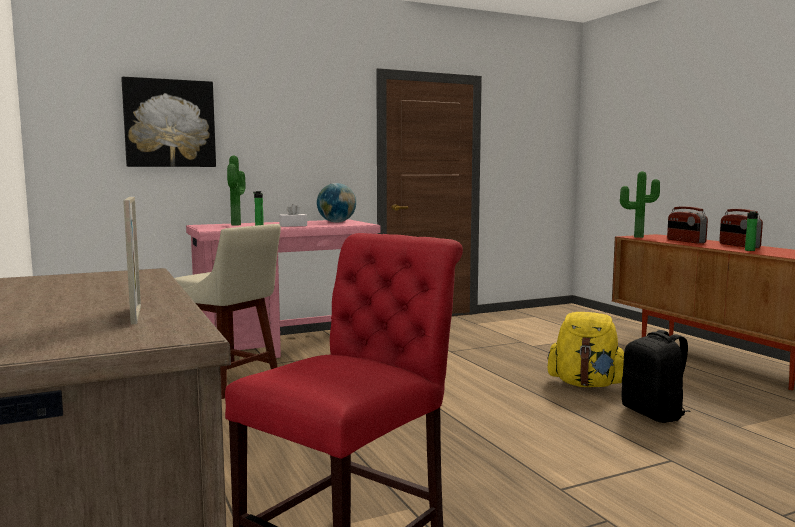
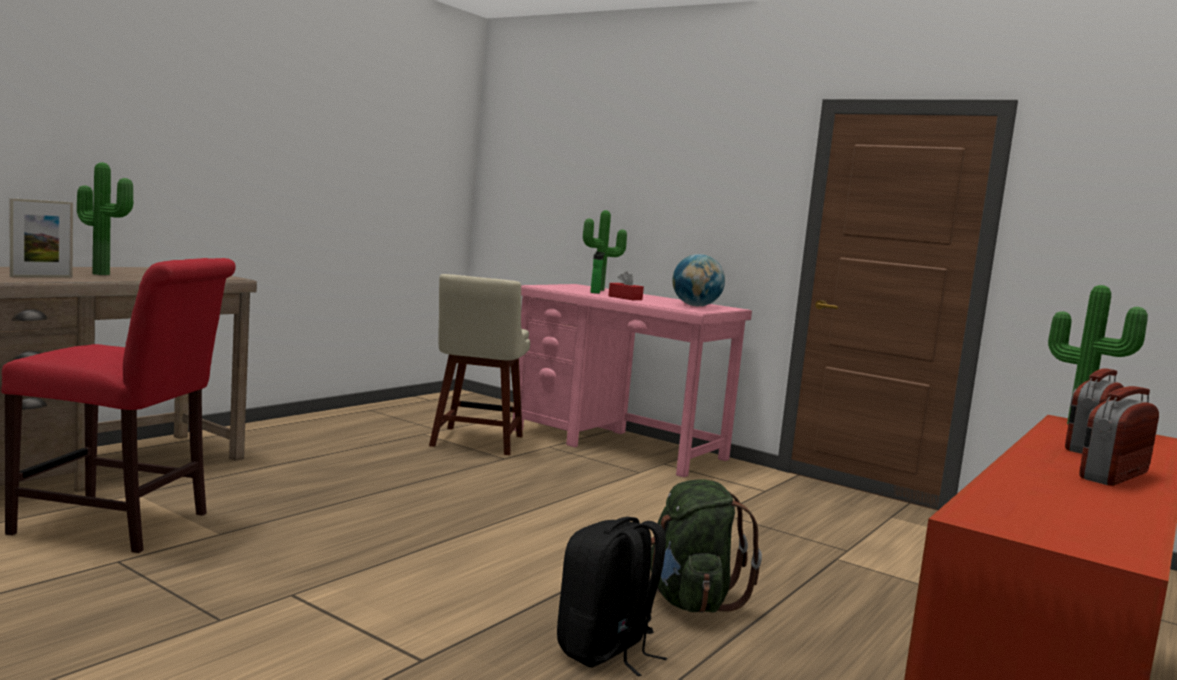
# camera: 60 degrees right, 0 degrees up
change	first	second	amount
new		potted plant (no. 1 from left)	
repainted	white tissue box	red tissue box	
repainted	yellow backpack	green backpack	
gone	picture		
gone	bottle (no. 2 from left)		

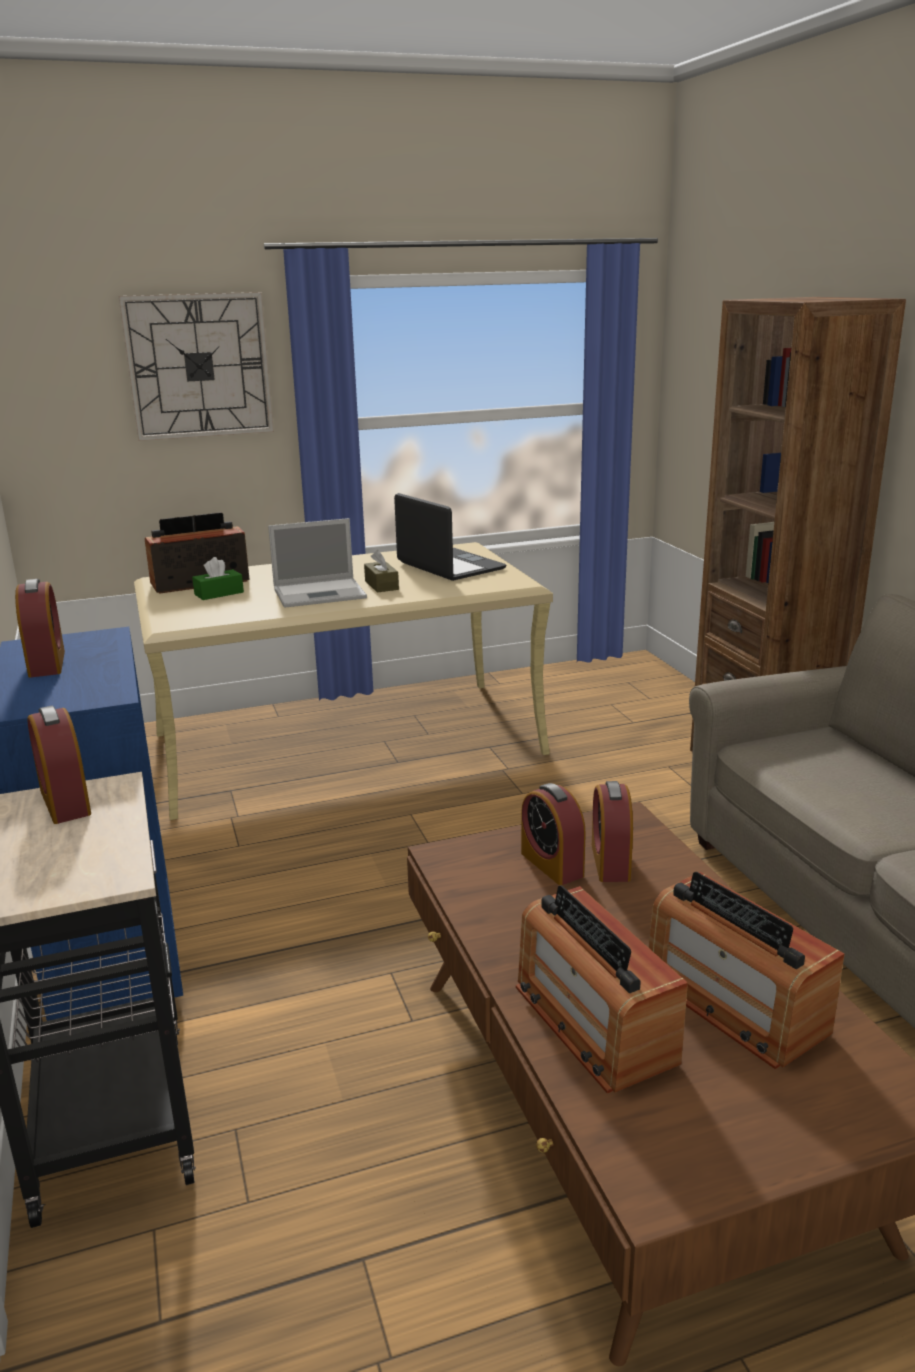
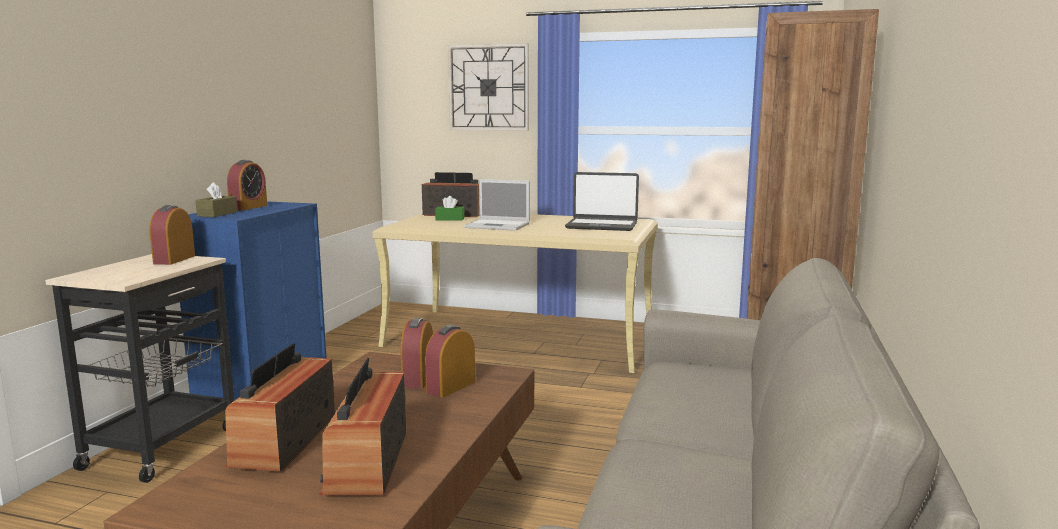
# camera: 35 degrees right, 10 degrees down
change	first	second	amount
shifted	brown tissue box		
rotated	laptop (no. 2 from left)		105 degrees clockwise

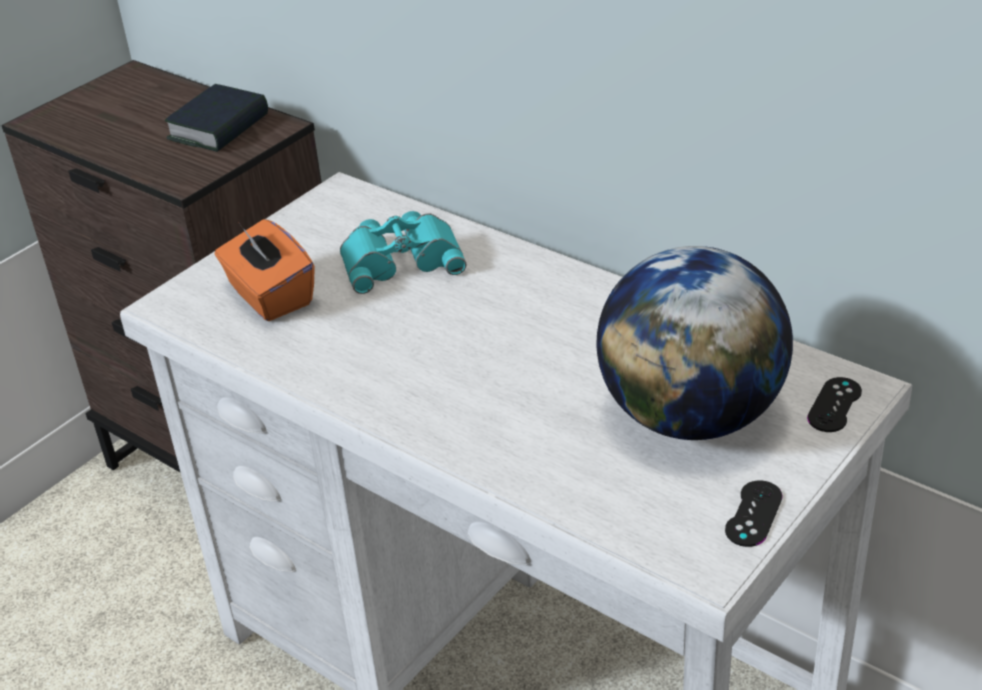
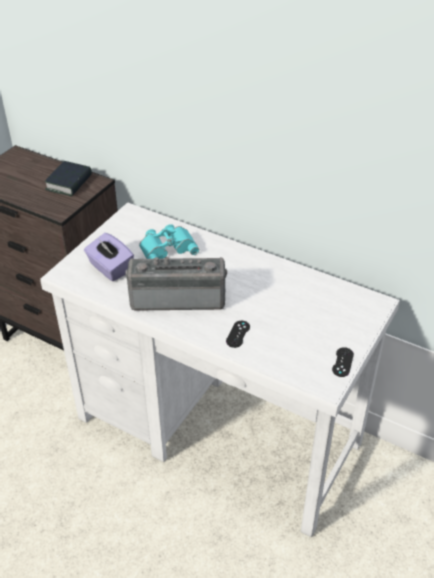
# camera: 10 degrees left, 5 degrees up
change	first	second	amount
repainted	orange tissue box	purple tissue box	
new		radio	
shifted	black game controller (no. 2 from left in the first image)	black game controller (no. 1 from left)	
gone	globe		

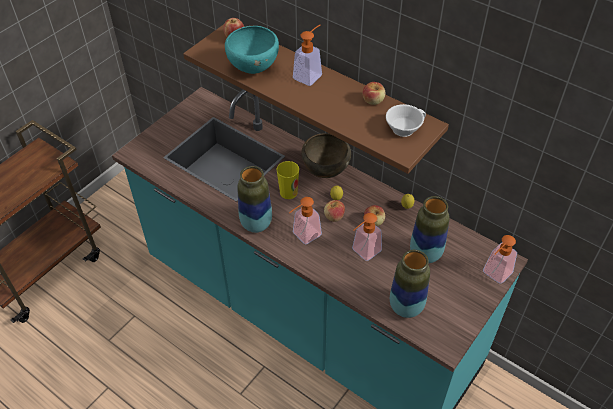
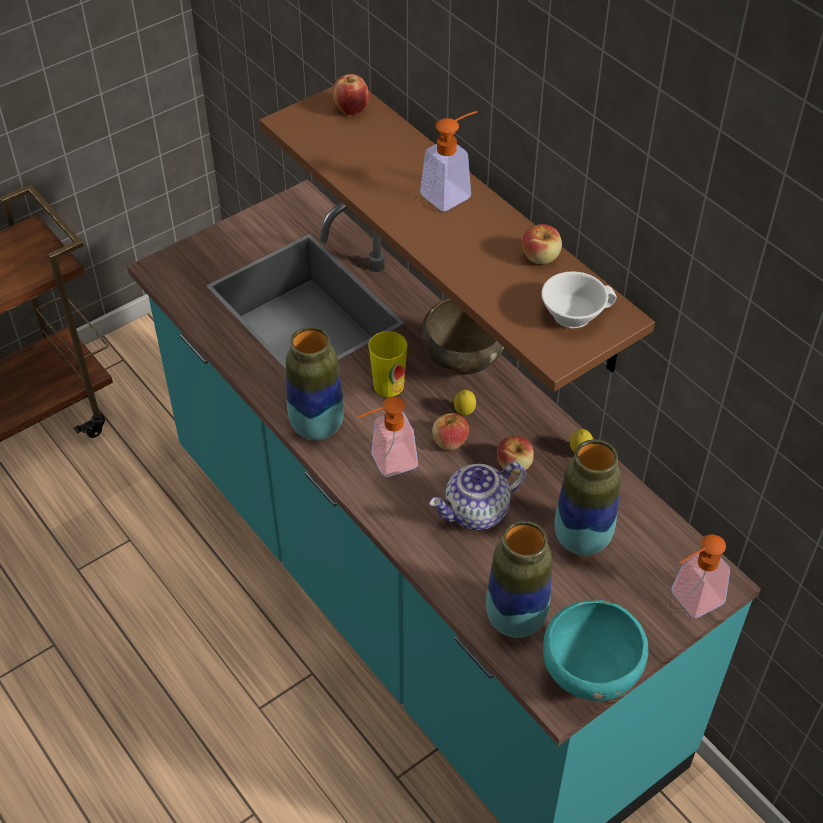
# camera: 15 degrees right, 0 degrees up
change	first	second	amount
swapped	soap dispenser (no. 3 from left)	teapot	
shifted	turquoise bowl		

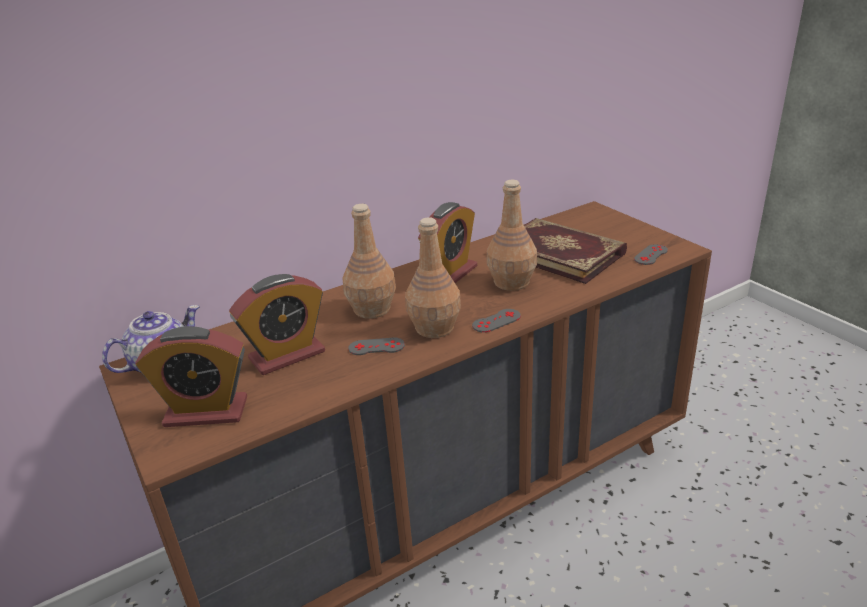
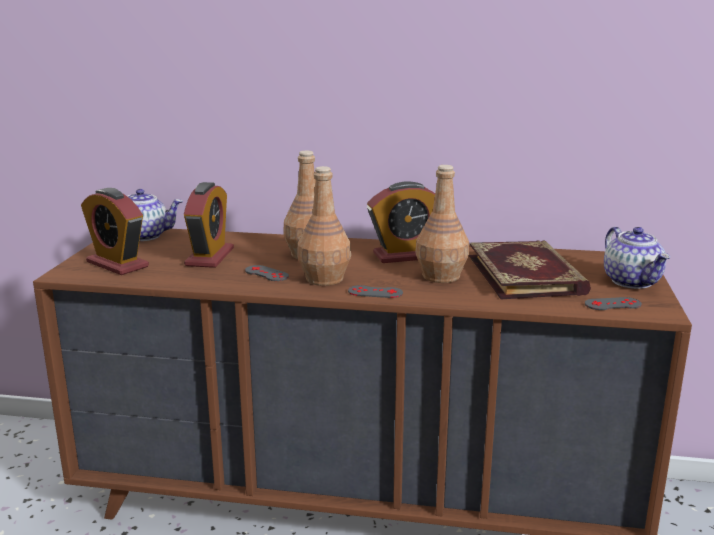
# camera: 40 degrees right, 10 degrees down
change	first	second	amount
rotated	alarm clock (no. 2 from left)		90 degrees counterclockwise
new		teapot (no. 2 from left)	

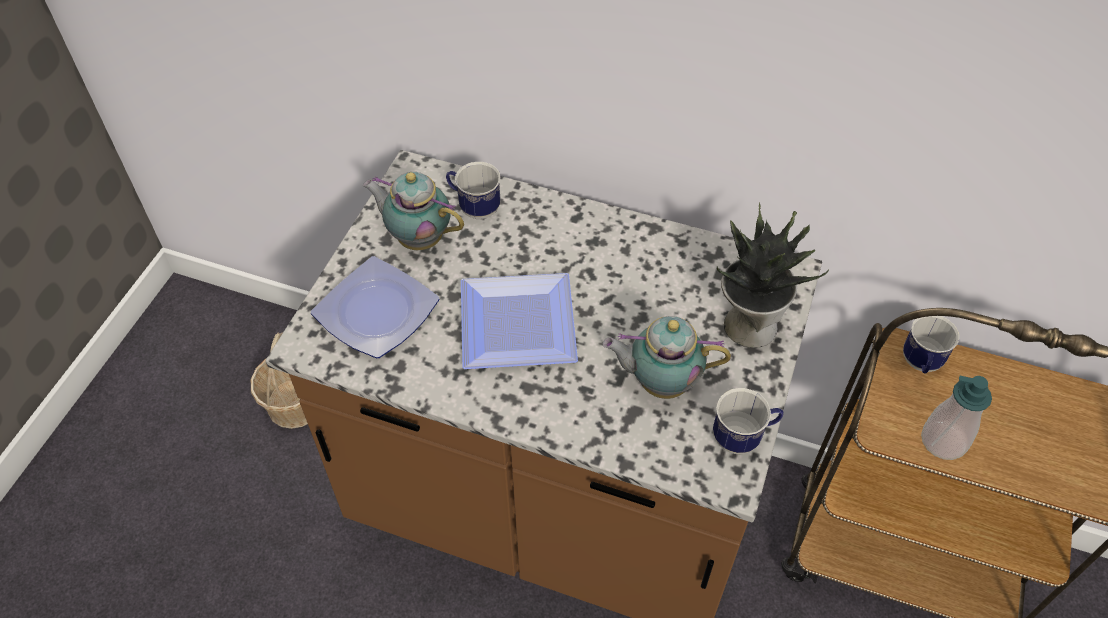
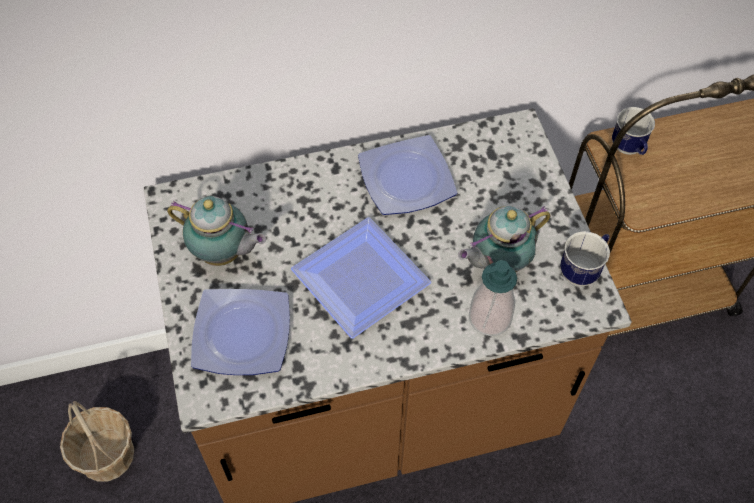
# camera: 35 degrees left, 5 degrees up
change	first	second	amount
rotated	teapot (no. 1 from left)		150 degrees counterclockwise
new		plate (no. 3 from left)	
shifted	soap dispenser		
gone	mug (no. 1 from left)		
gone	potted plant		

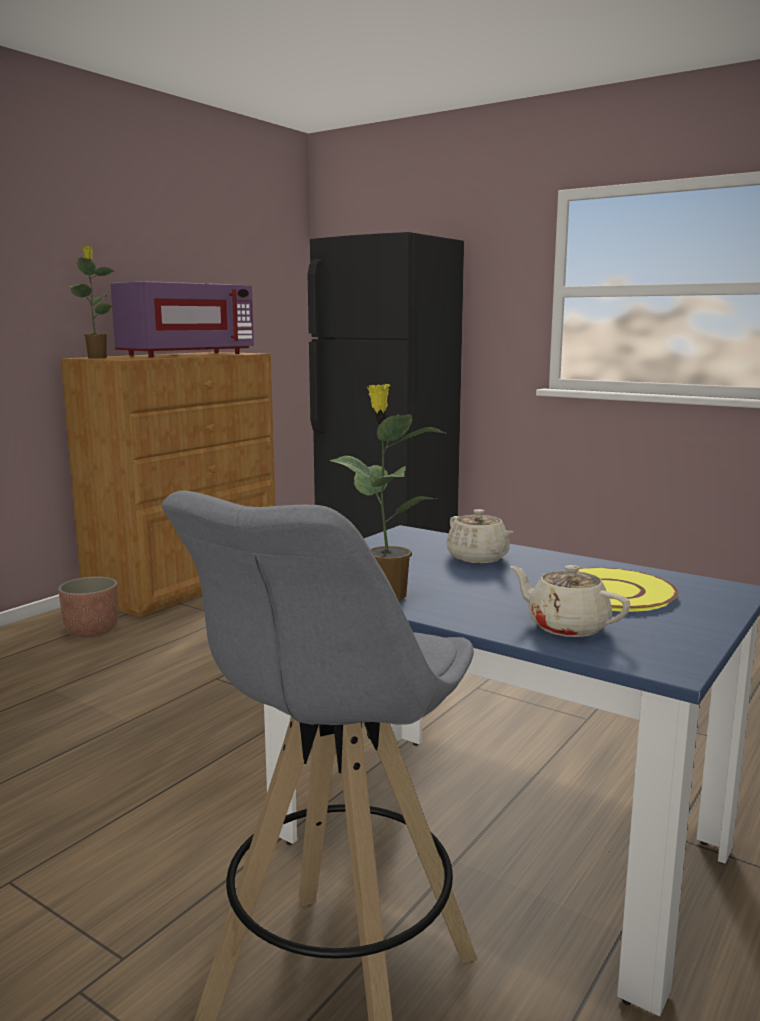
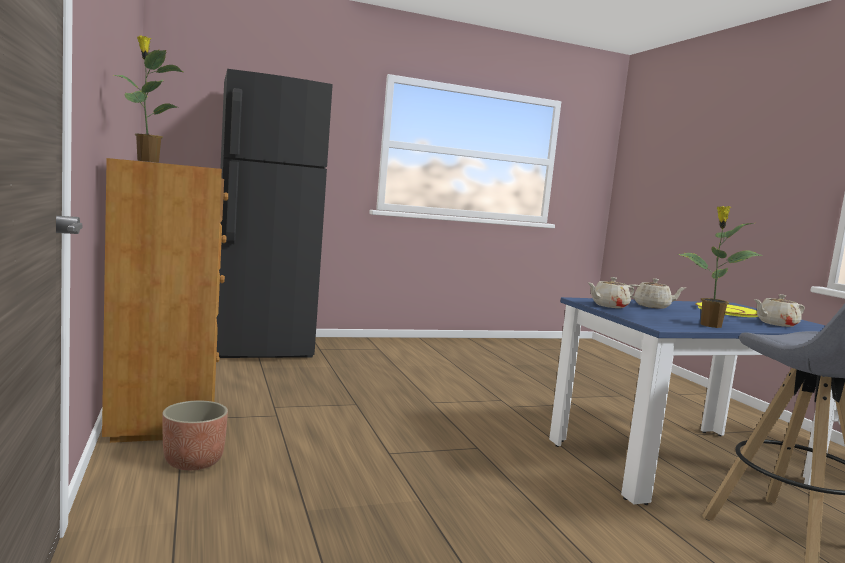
# camera: 55 degrees left, 5 degrees down
change	first	second	amount
new		beige teapot (no. 1 from left)	
gone	purple microwave		

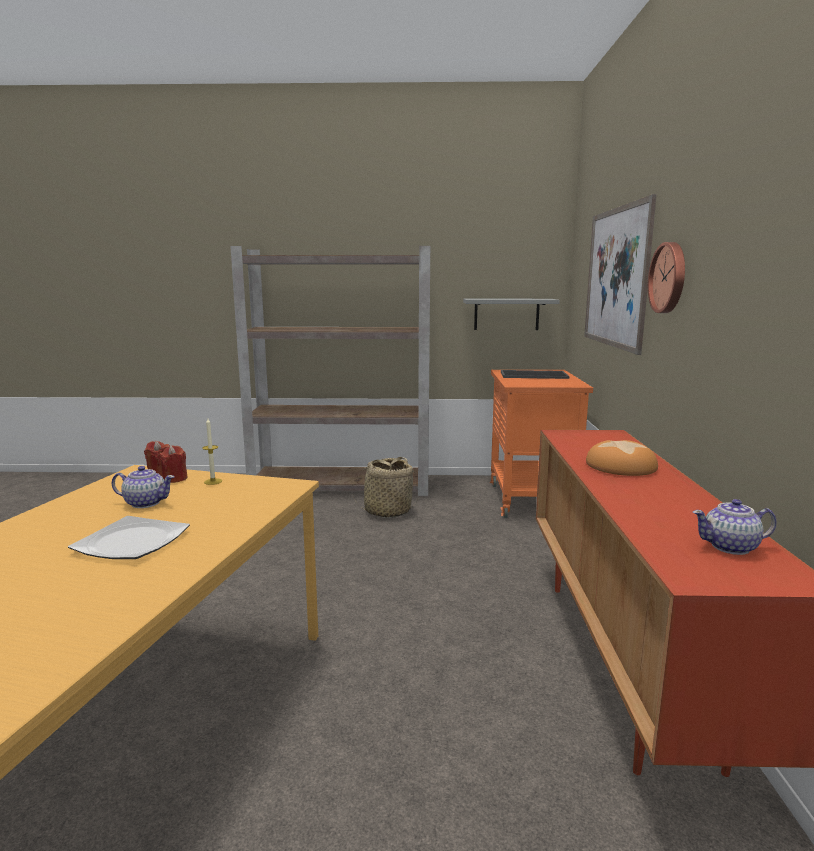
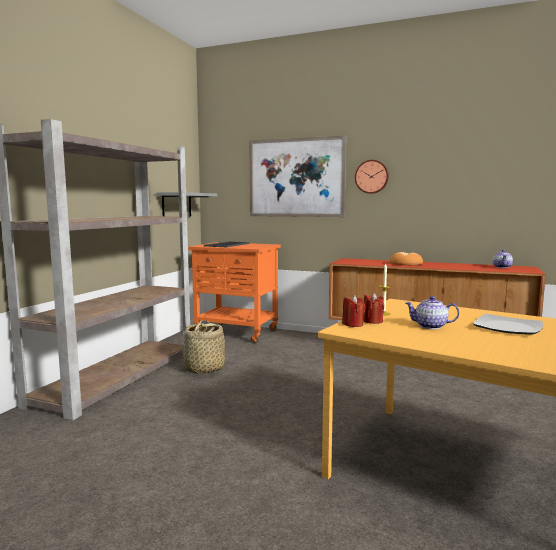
# camera: 70 degrees left, 5 degrees down
change	first	second	amount
rotated	teapot (no. 1 from left)		105 degrees counterclockwise

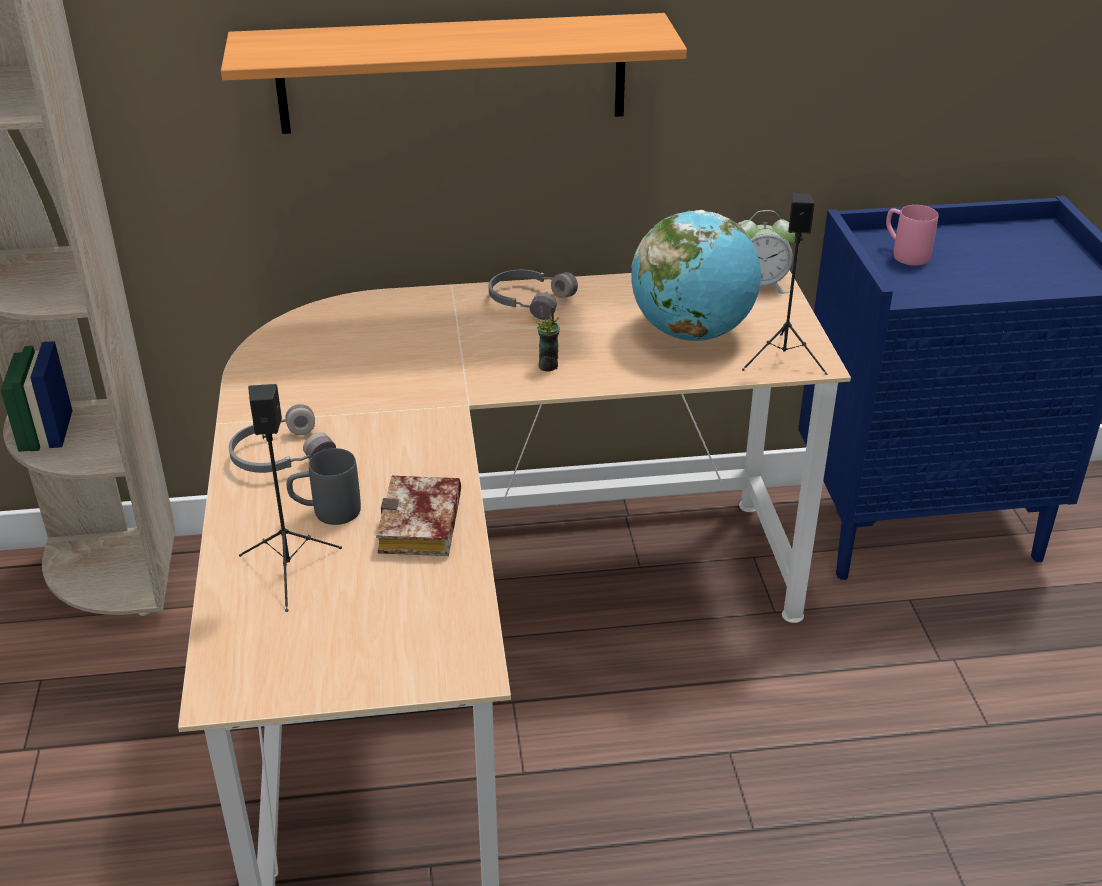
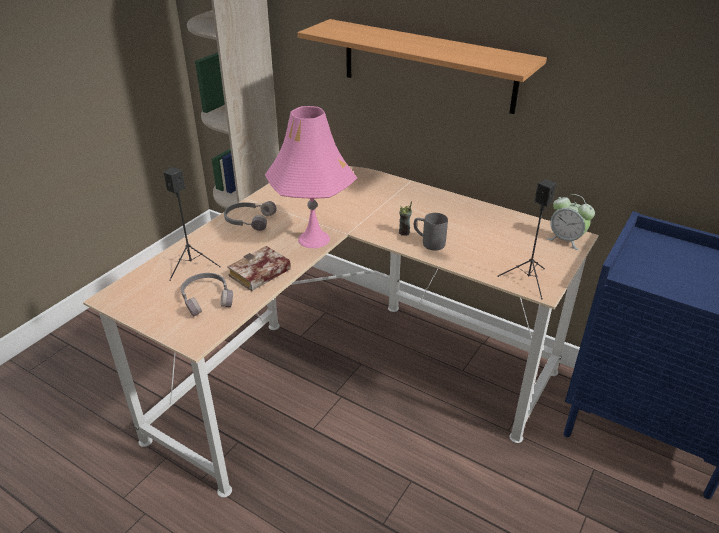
# camera: 40 degrees right, 0 degrees up
change	first	second	amount
shifted	grey headphones (no. 2 from left in the first image)	grey headphones (no. 1 from left)	
new		pink table lamp	
shifted	grey mug		
gone	globe		
gone	pink mug		

